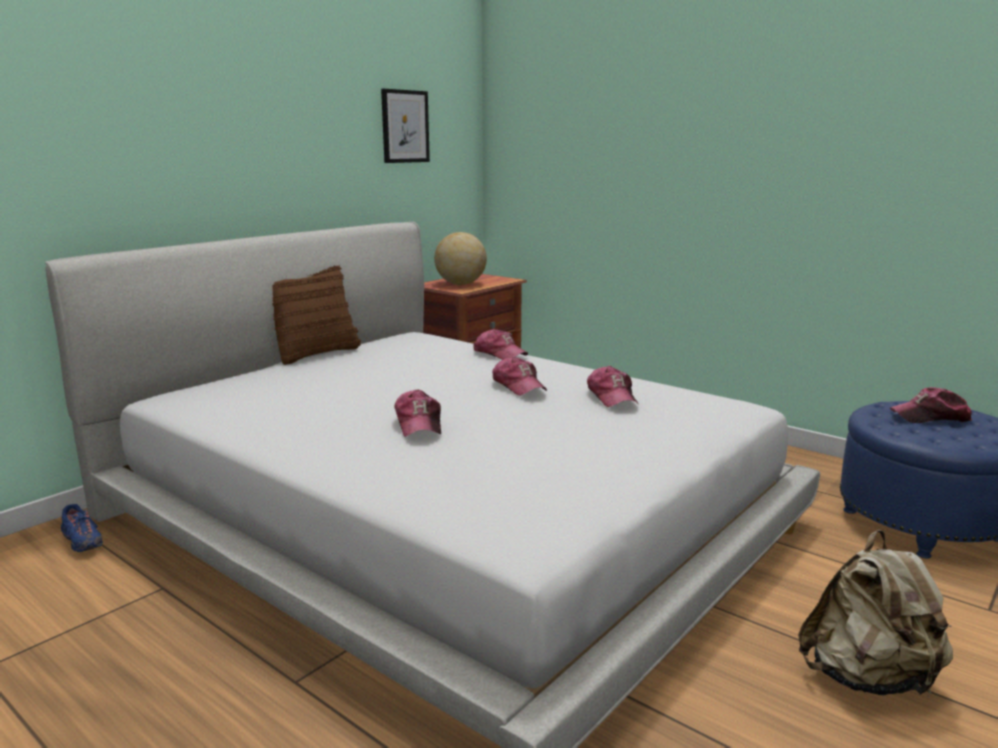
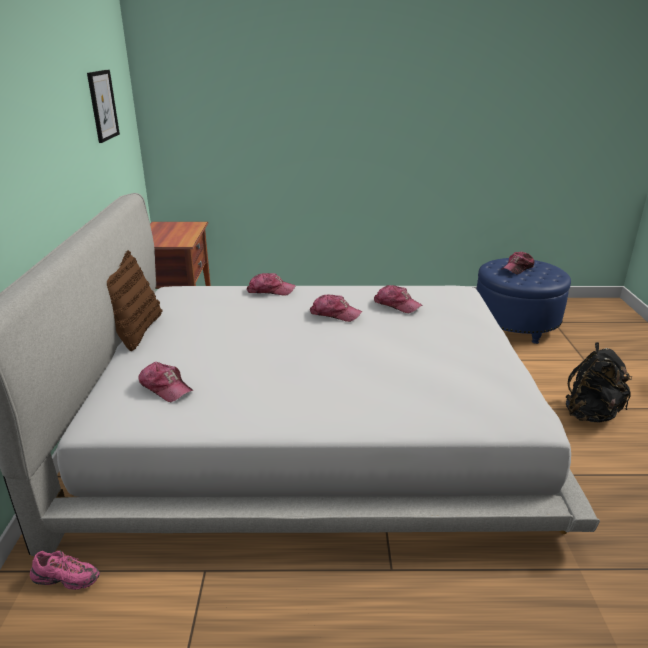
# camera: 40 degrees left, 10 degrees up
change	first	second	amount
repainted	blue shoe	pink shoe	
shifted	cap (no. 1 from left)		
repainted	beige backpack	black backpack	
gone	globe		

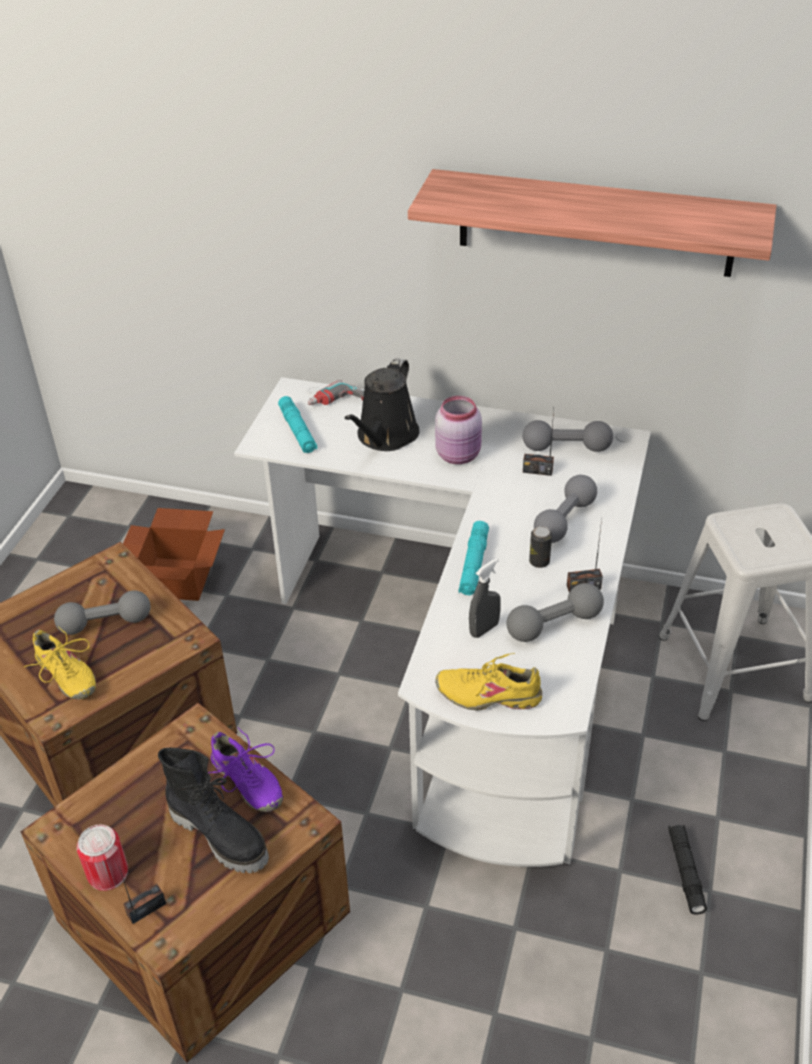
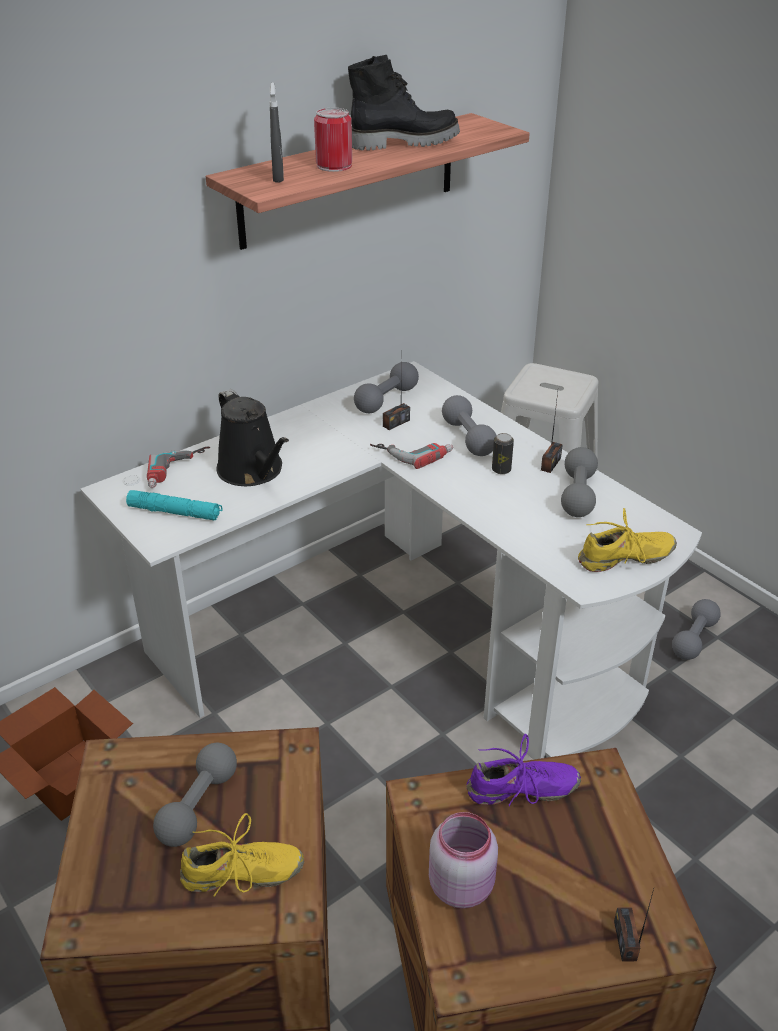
# camera: 55 degrees left, 5 degrees down
change	first	second	amount
shifted	grey spray bottle		
shifted	can (no. 1 from left)		
shifted	black boot		
new		power drill (no. 2 from left)	
shifted	pink jar		
rotated	yellow shoe (no. 2 from left)		150 degrees counterclockwise
swapped	black flashlight	grey dumbbell (no. 5 from left)	
gone	turquoise flashlight (no. 2 from left)		

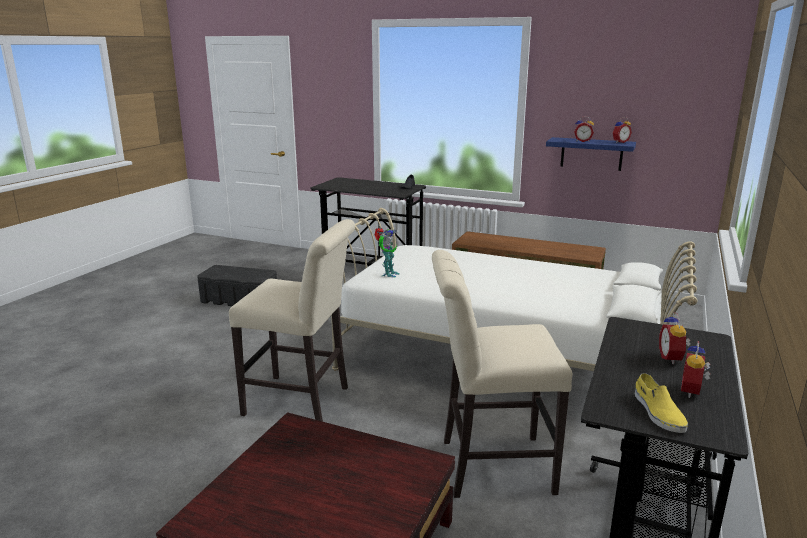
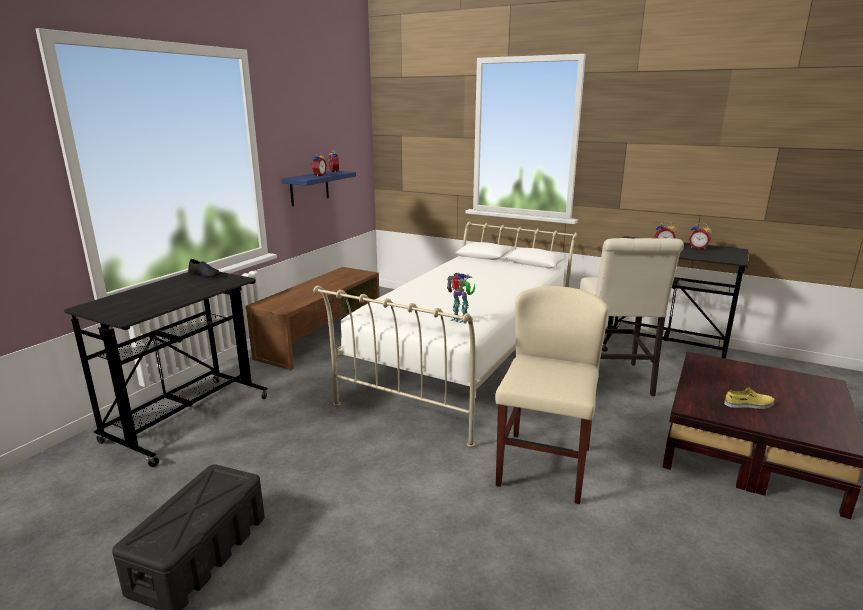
# camera: 85 degrees left, 0 degrees up
change	first	second	amount
swapped	beige stool (no. 1 from left)	beige chair	
shifted	yellow shoe		

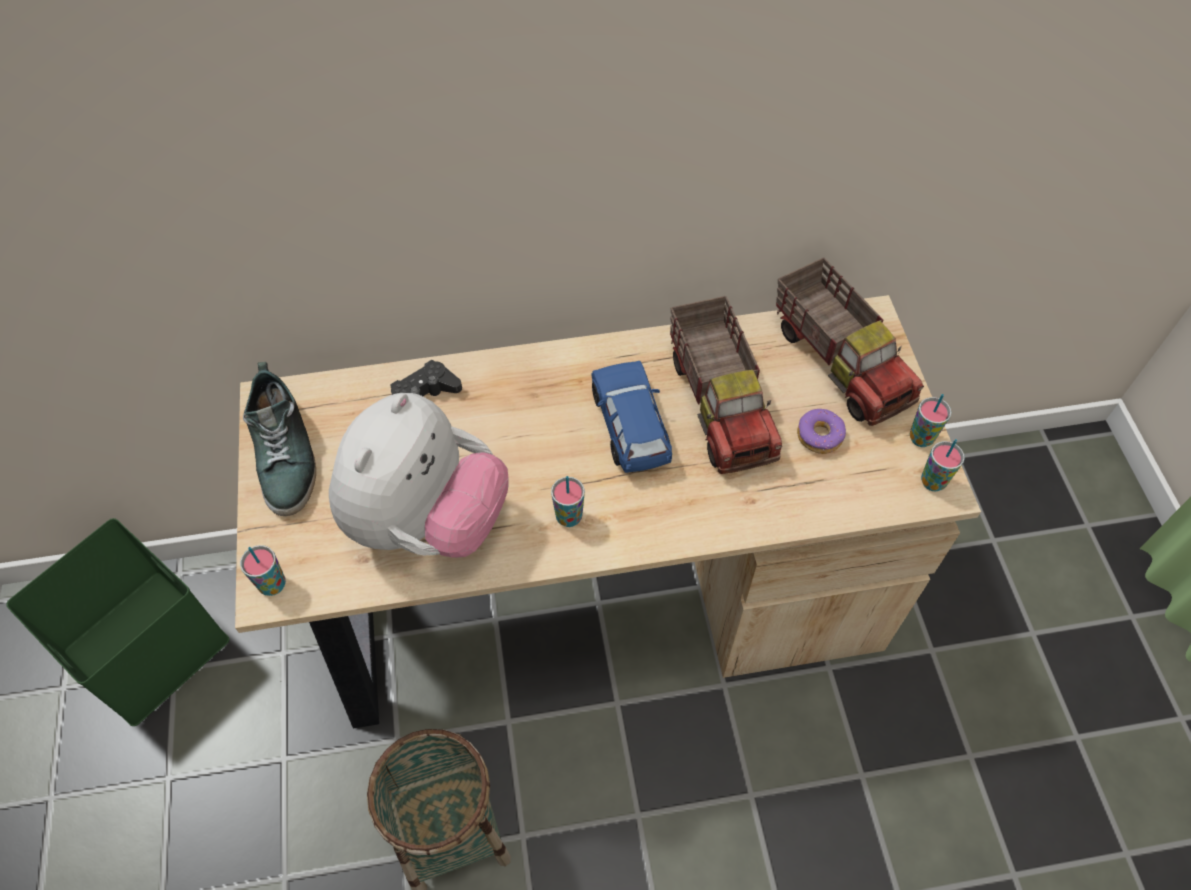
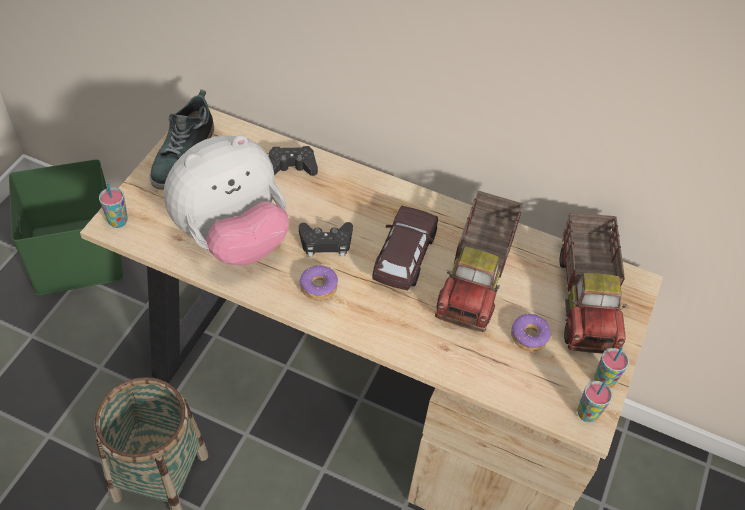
# camera: 30 degrees right, 5 degrees down
change	first	second	amount
new		black game controller (no. 2 from left)	
swapped	cup (no. 2 from left)	donut (no. 1 from left)	
repainted	blue toy car	brown toy car	

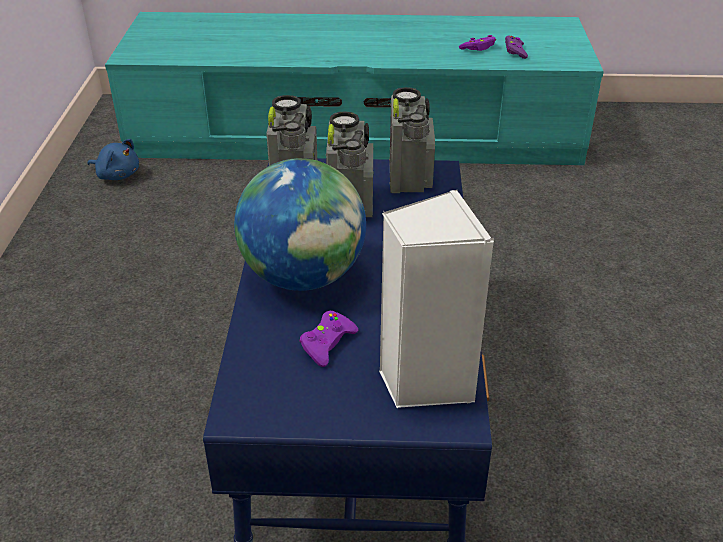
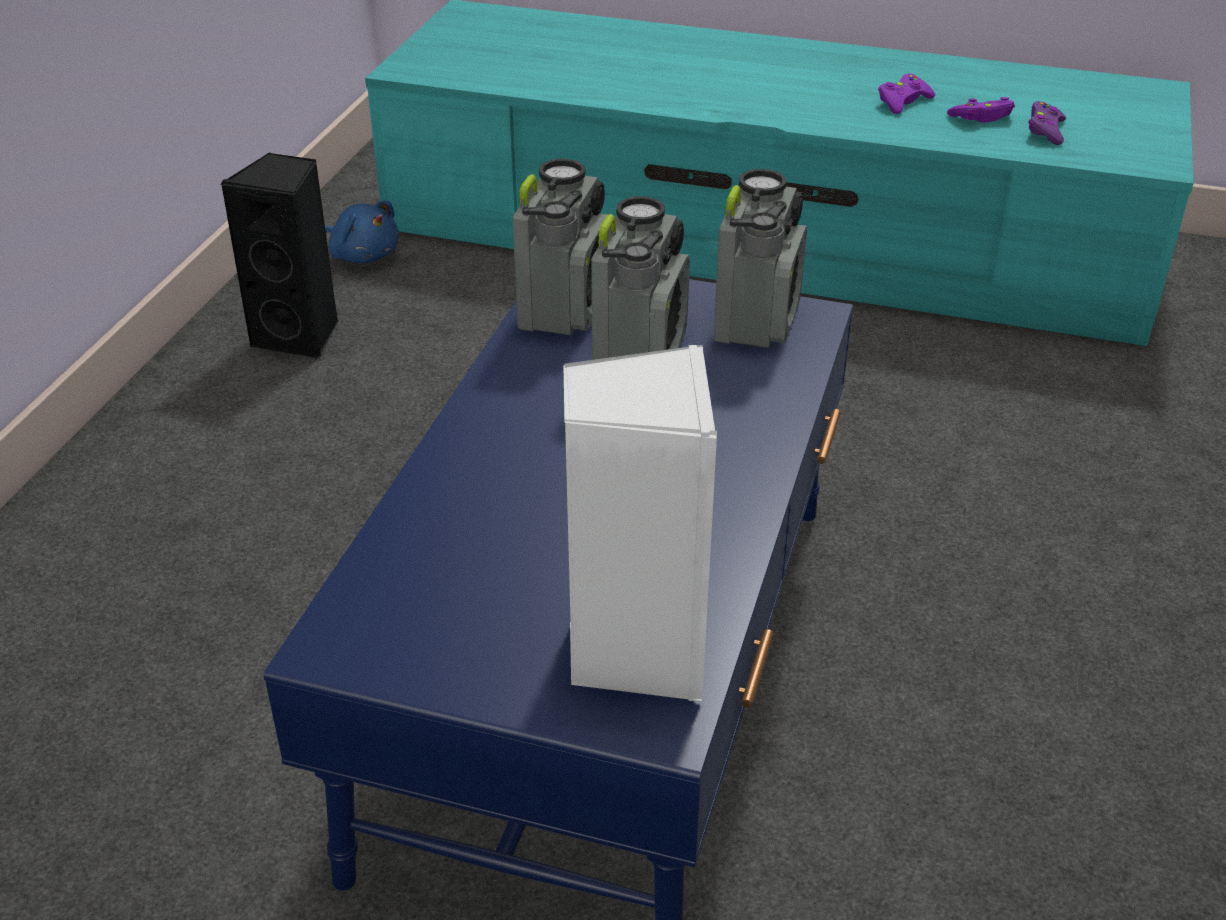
# camera: 15 degrees right, 0 degrees up
change	first	second	amount
new		black speaker	
shifted	purple game controller (no. 1 from left)		
gone	globe		

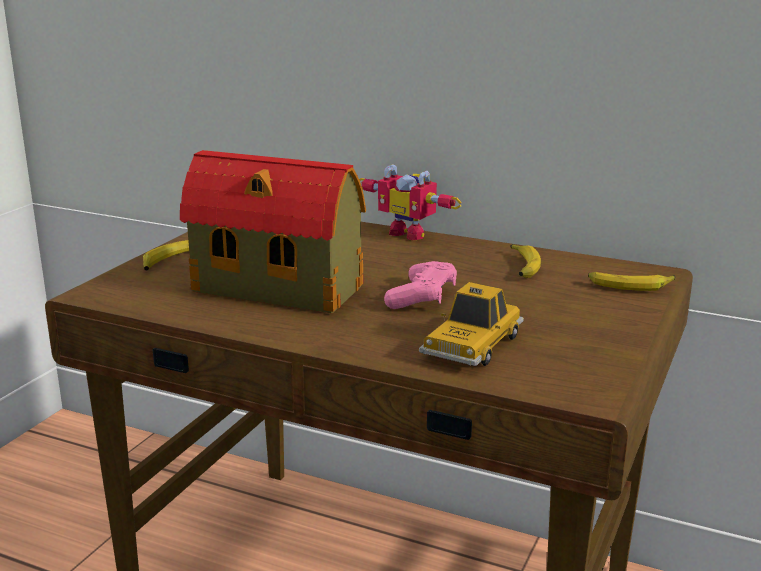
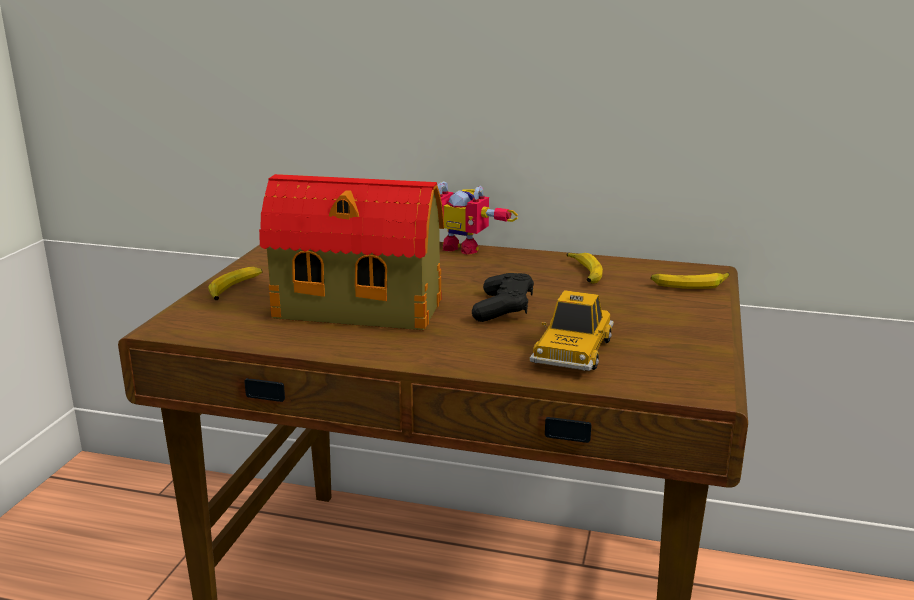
# camera: 10 degrees left, 0 degrees up
change	first	second	amount
repainted	pink game controller	black game controller	

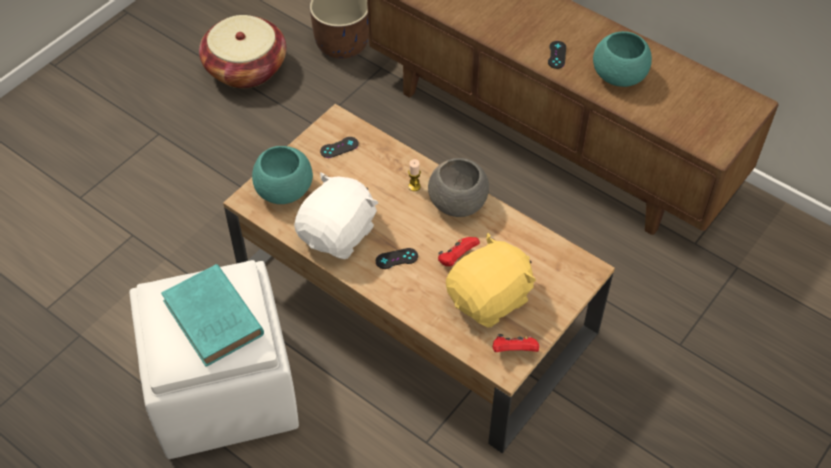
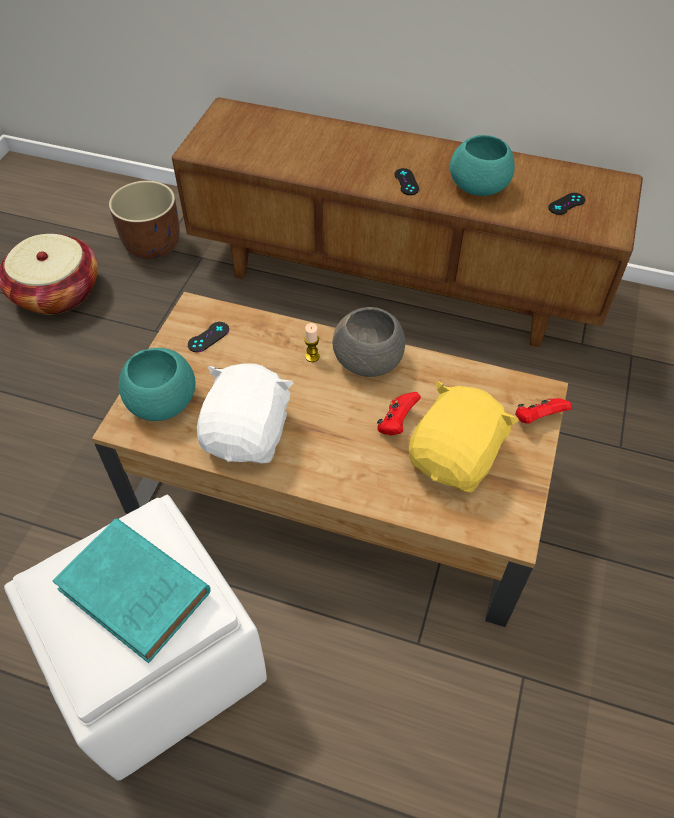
# camera: 20 degrees left, 0 degrees up
change	first	second	amount
shifted	red game controller (no. 2 from left)		
shifted	black game controller (no. 2 from left in the first image)	black game controller (no. 3 from left)	

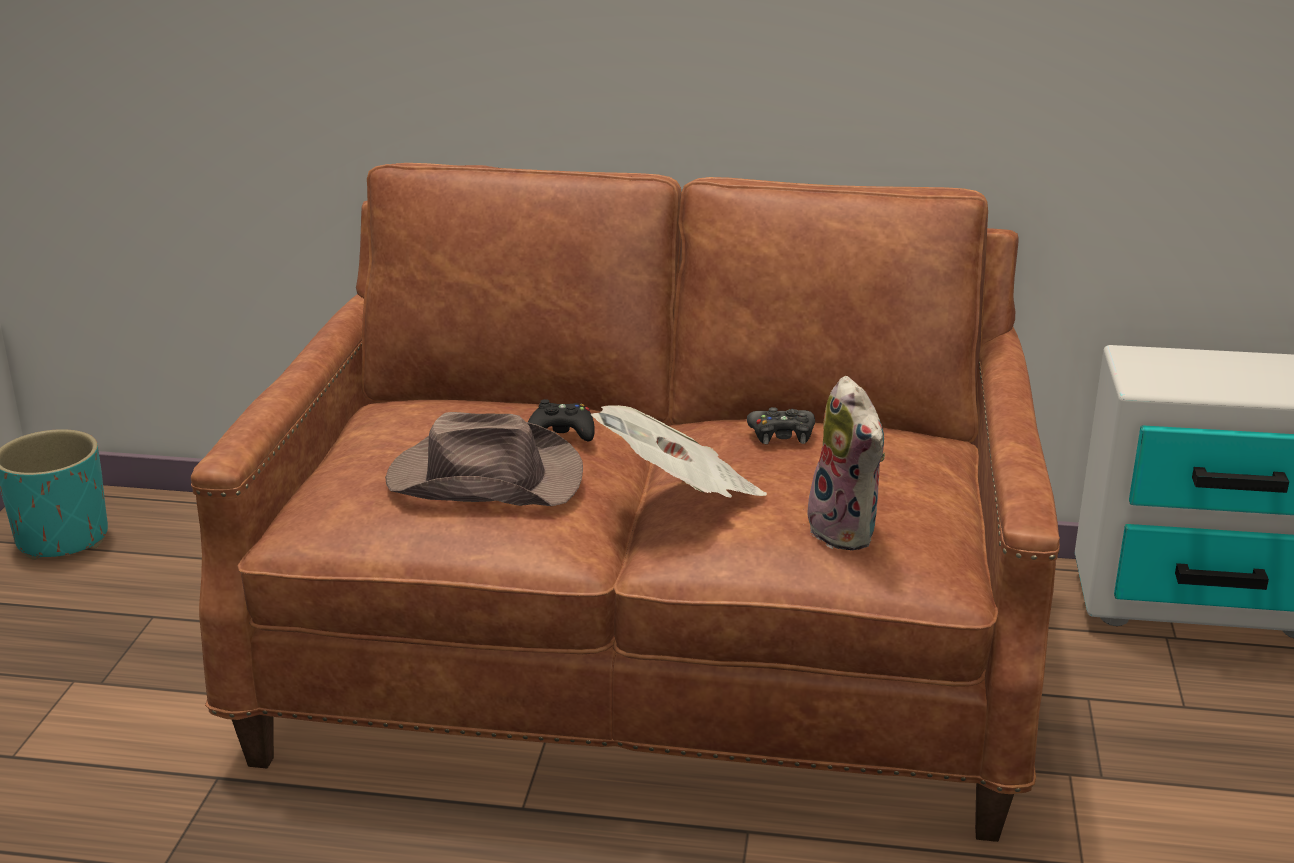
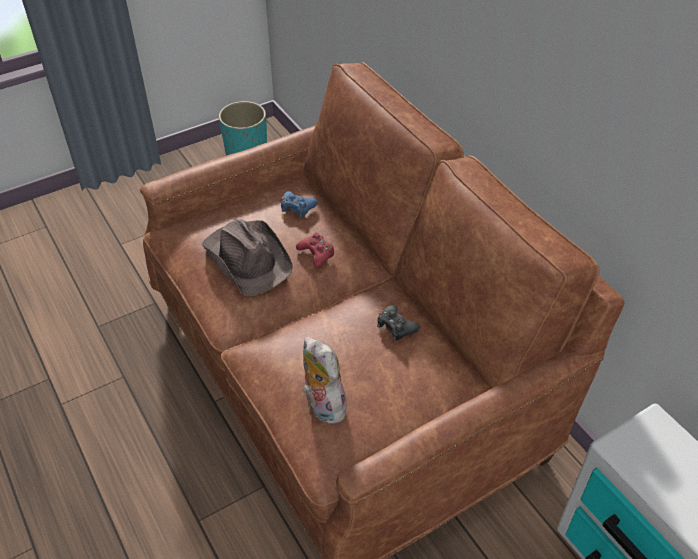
# camera: 50 degrees right, 20 degrees up
change	first	second	amount
new		blue game controller	
repainted	black game controller (no. 1 from left)	red game controller	
rotated	plush toy		120 degrees clockwise
gone	newspaper		

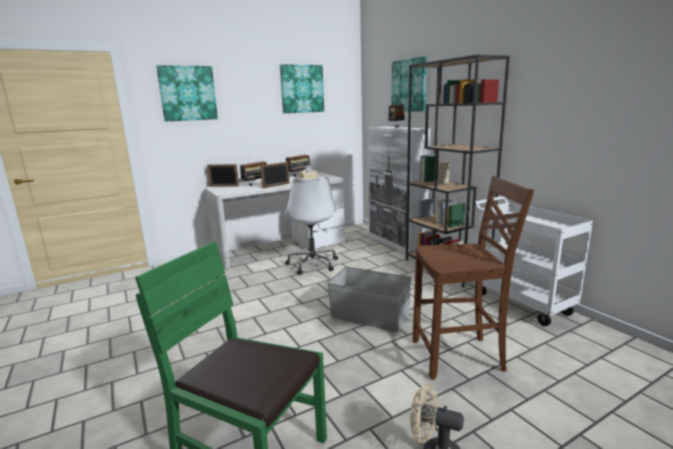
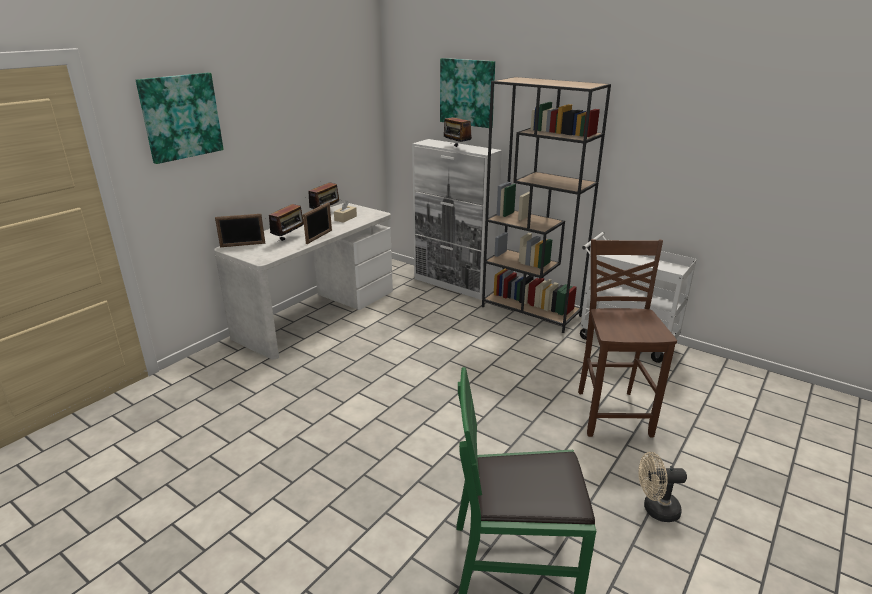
# camera: 25 degrees left, 10 degrees up
change	first	second	amount
rotated	brown chair		60 degrees counterclockwise
gone	picture (no. 2 from left)		
gone	white office chair		
gone	grey storage box		

